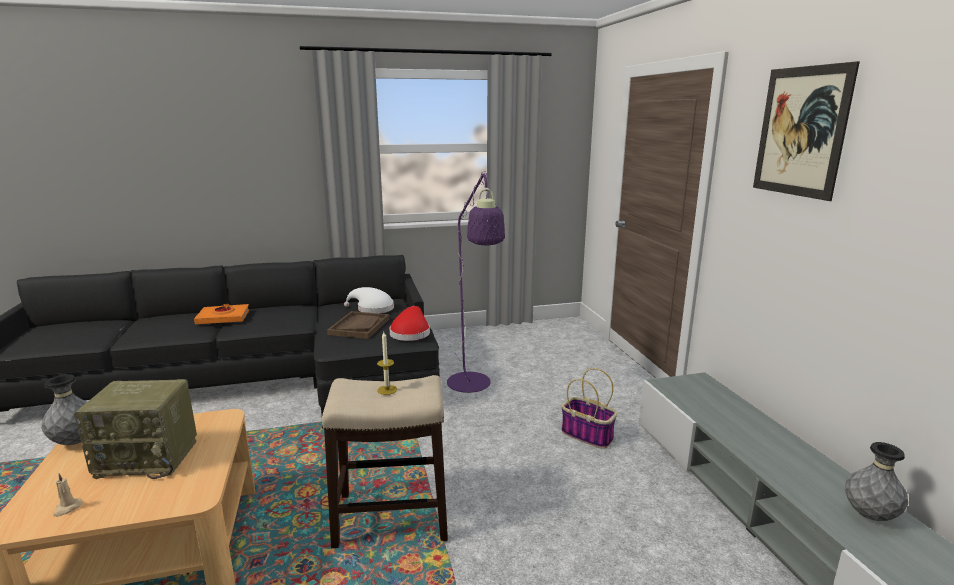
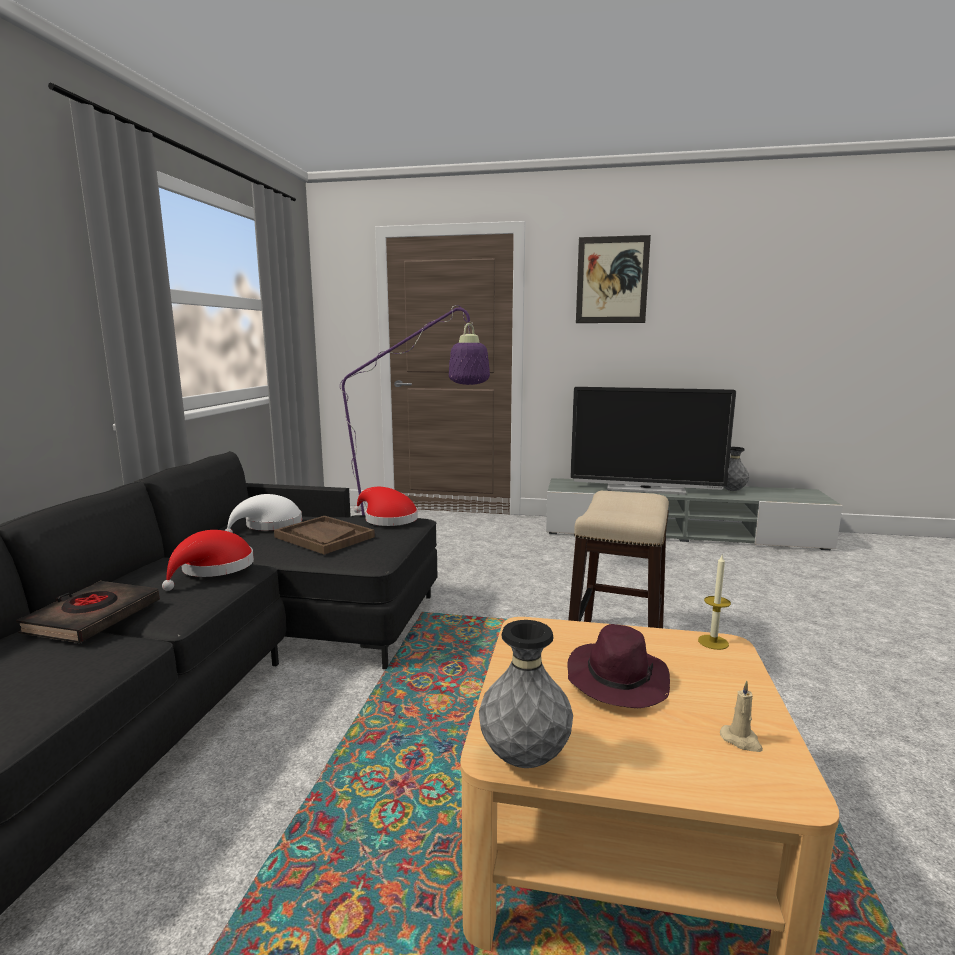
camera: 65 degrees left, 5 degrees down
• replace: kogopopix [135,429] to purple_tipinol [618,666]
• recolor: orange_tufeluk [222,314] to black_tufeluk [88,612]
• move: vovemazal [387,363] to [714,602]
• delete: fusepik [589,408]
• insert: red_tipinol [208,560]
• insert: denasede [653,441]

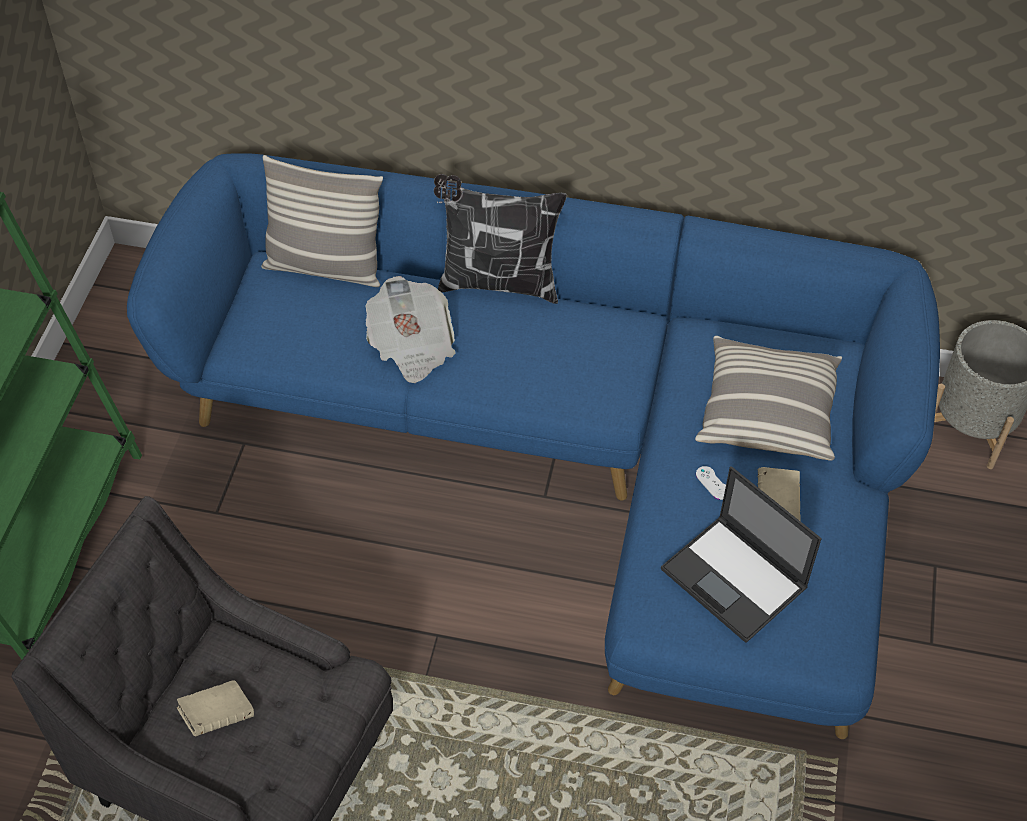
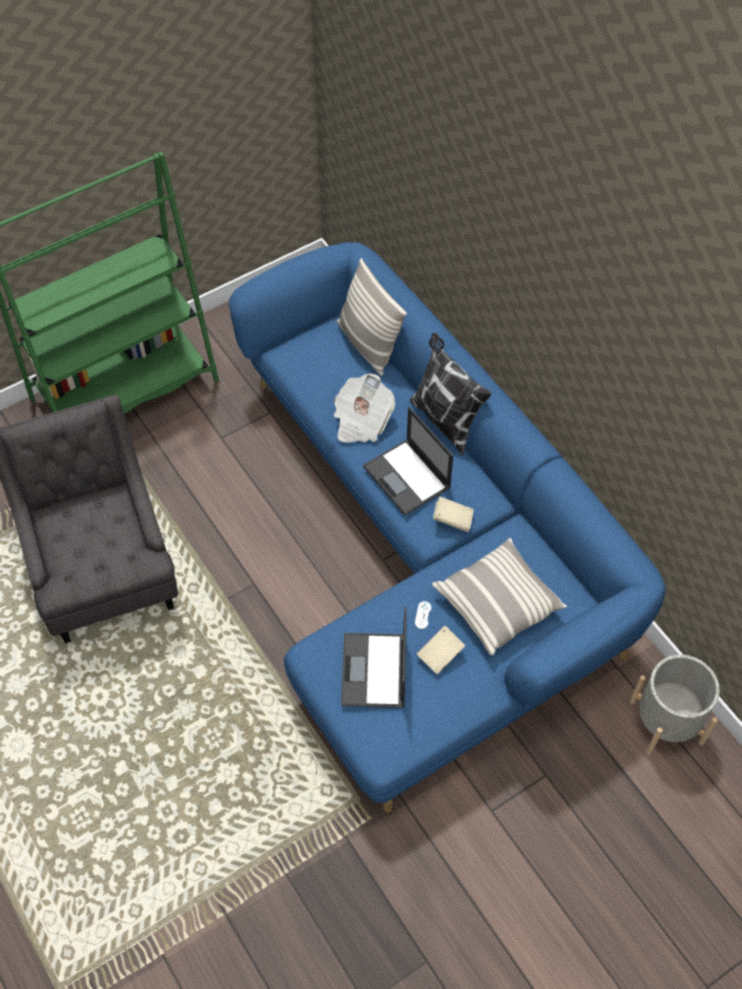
camera: 45 degrees right, 5 degrees up
• move: beige_tufeluk [215,708] to [453,514]
• insert: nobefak [408,461]

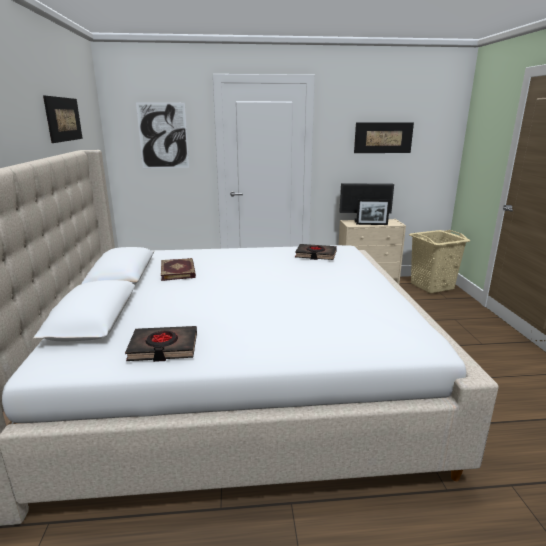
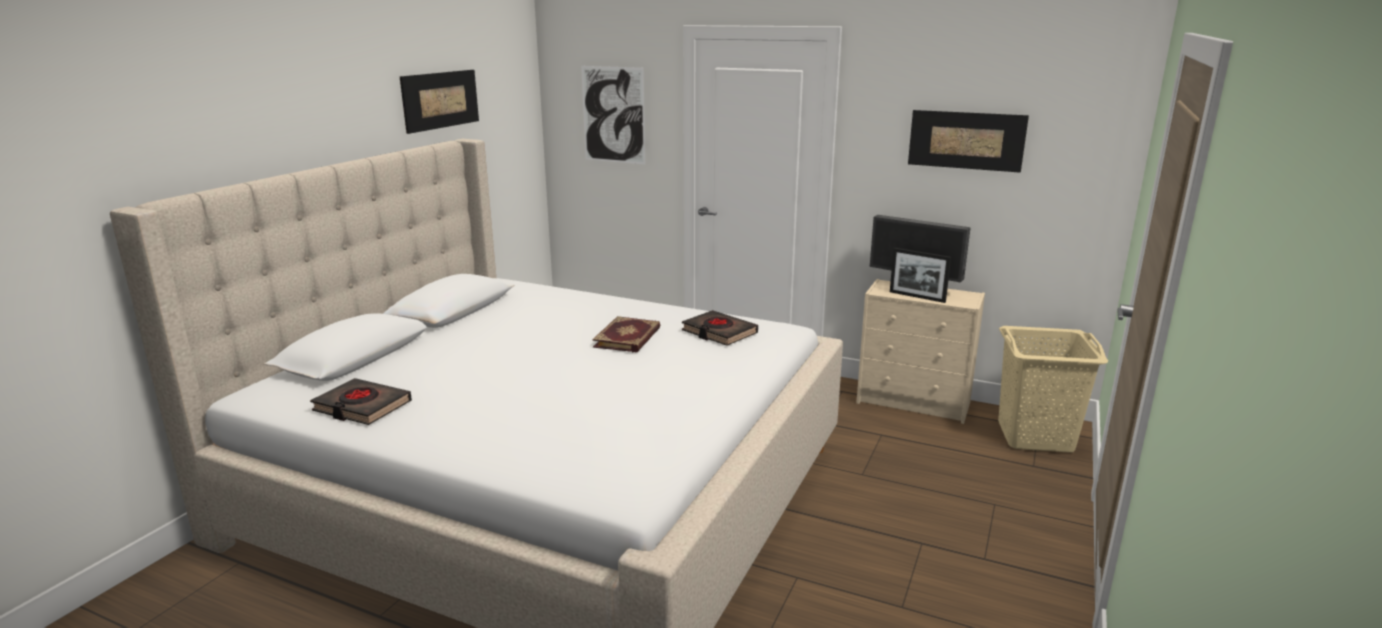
camera: 30 degrees right, 0 degrees up
• move: tufeluk [178,269] to [626,334]

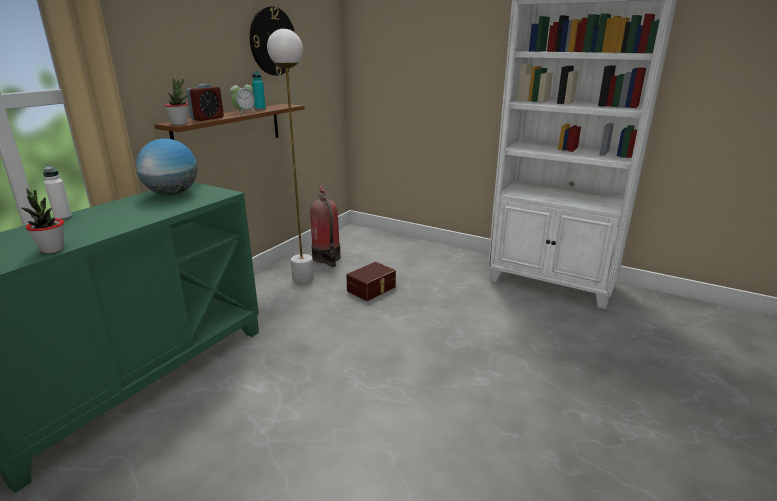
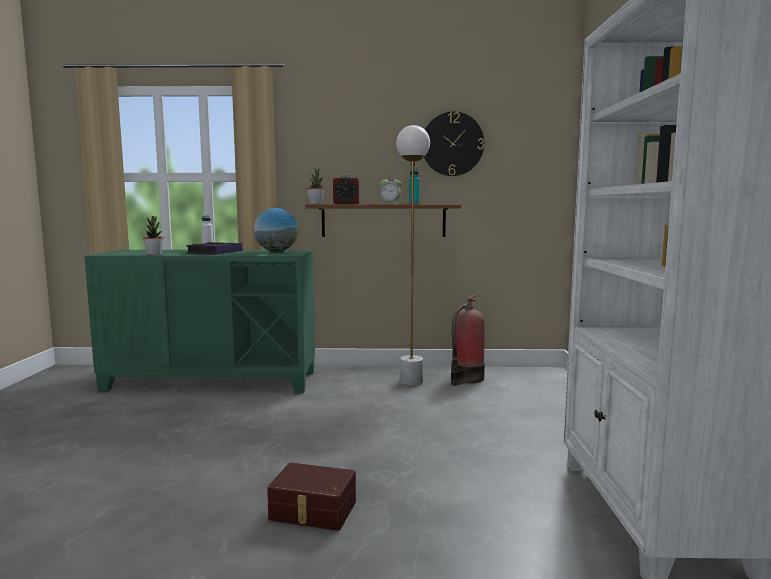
camera: 60 degrees right, 15 degrees down
• move: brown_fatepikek [371,281] to [311,496]
• insert: tufeluk [214,248]

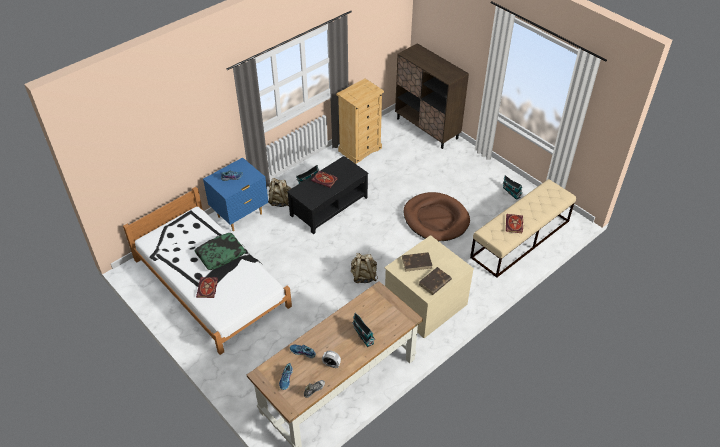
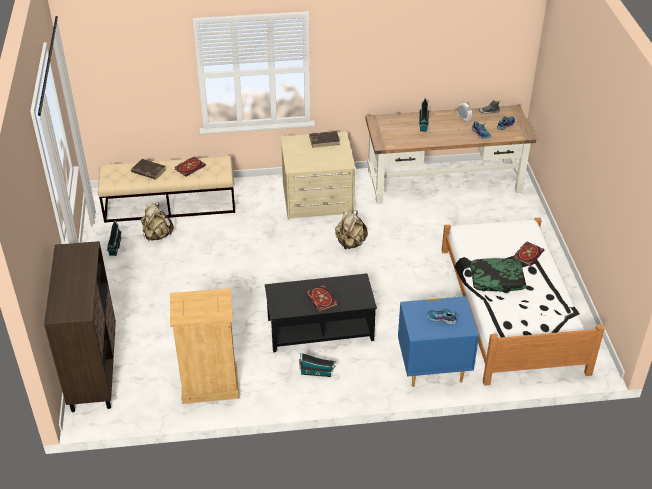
camera: 145 degrees left, 5 degrees down
• move: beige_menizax [280,192] to [157,221]
• move: brown_tufeluk [417,262] to [148,169]
• delete: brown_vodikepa [437,216]

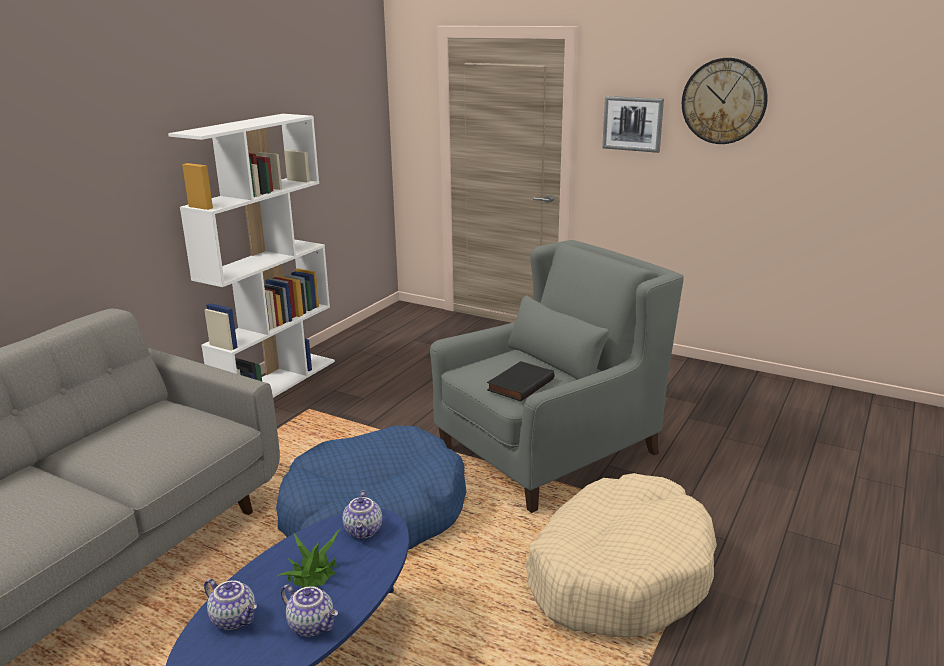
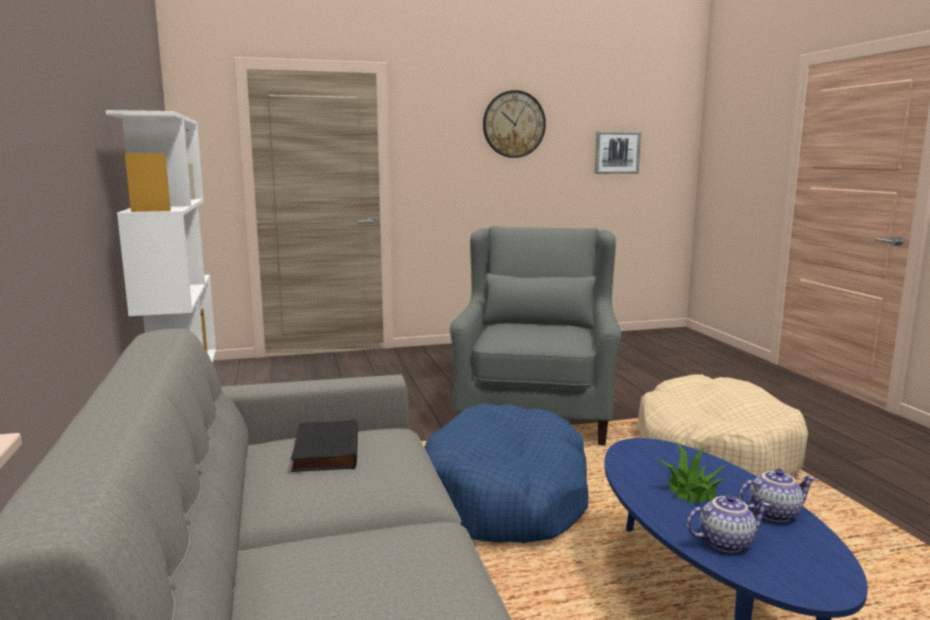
camera: 45 degrees left, 10 degrees down
• delete: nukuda [362,514]
• move: black_tufeluk [520,381] to [324,445]
• move: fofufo [633,124] to [618,152]

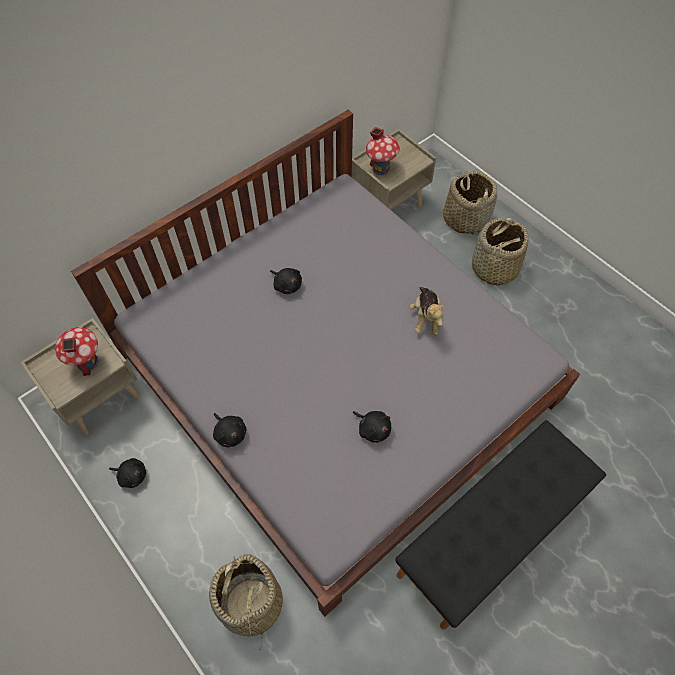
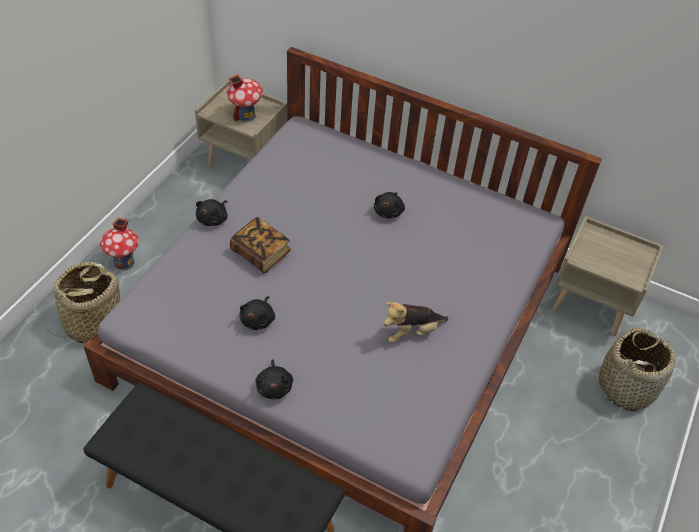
camera: 65 degrees right, 10 degrees down
• move: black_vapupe [127,473] to [274,379]
• move: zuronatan [383,150] to [119,244]
• delete: fusepik [500,251]
• insert: tufeluk [260,245]

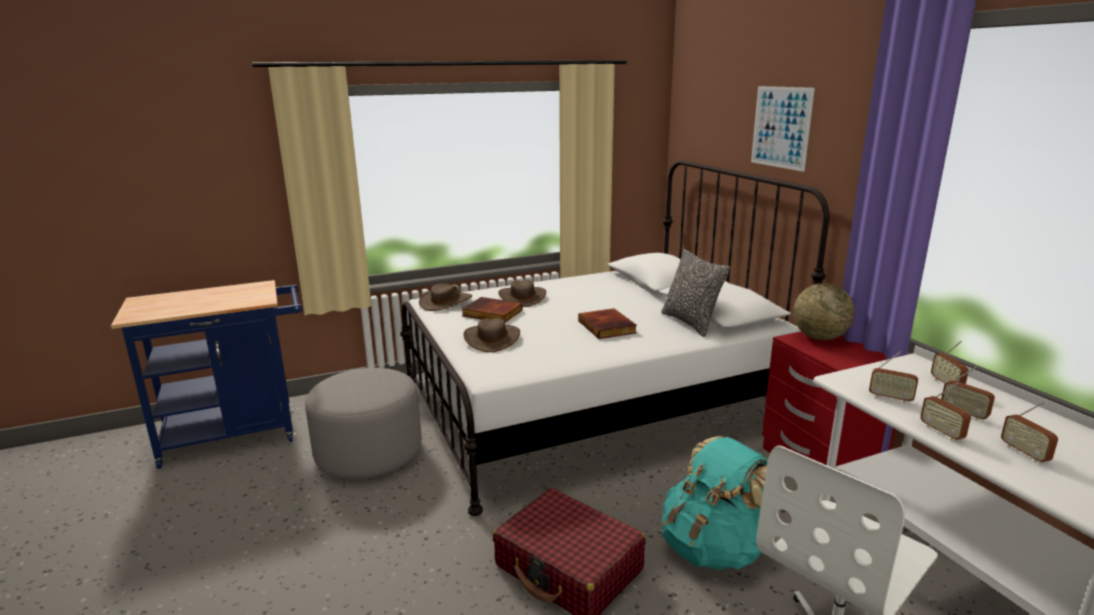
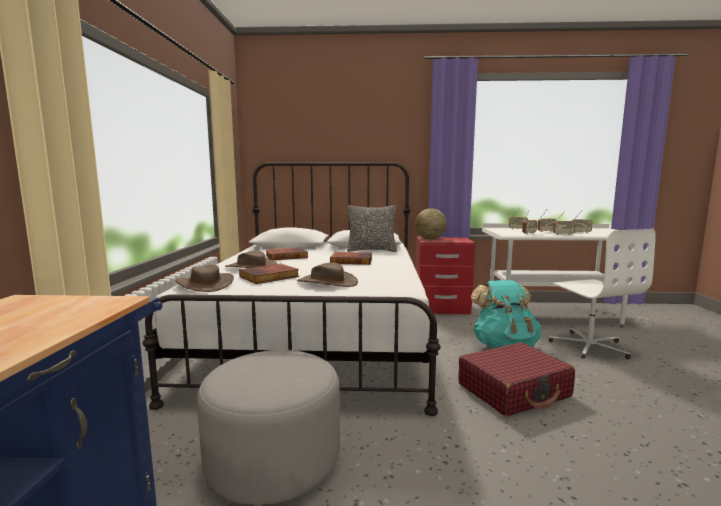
camera: 65 degrees left, 10 degrees down
• delete: fofufo [783,129]
• insert: tufeluk [287,253]

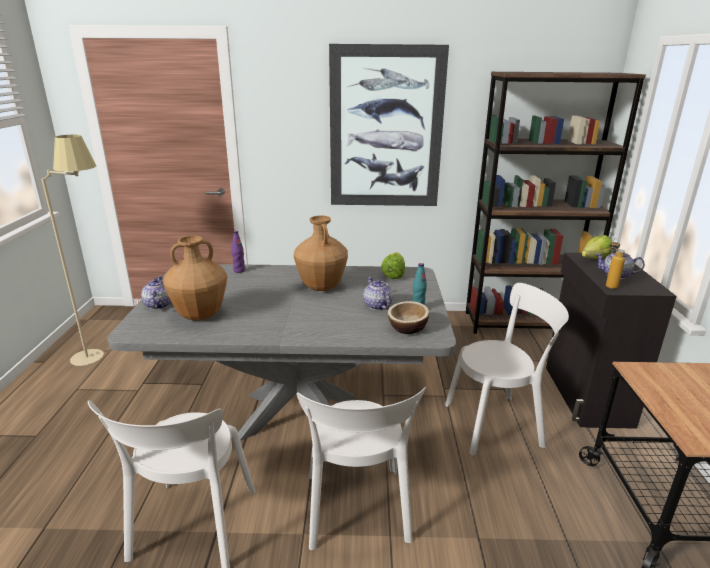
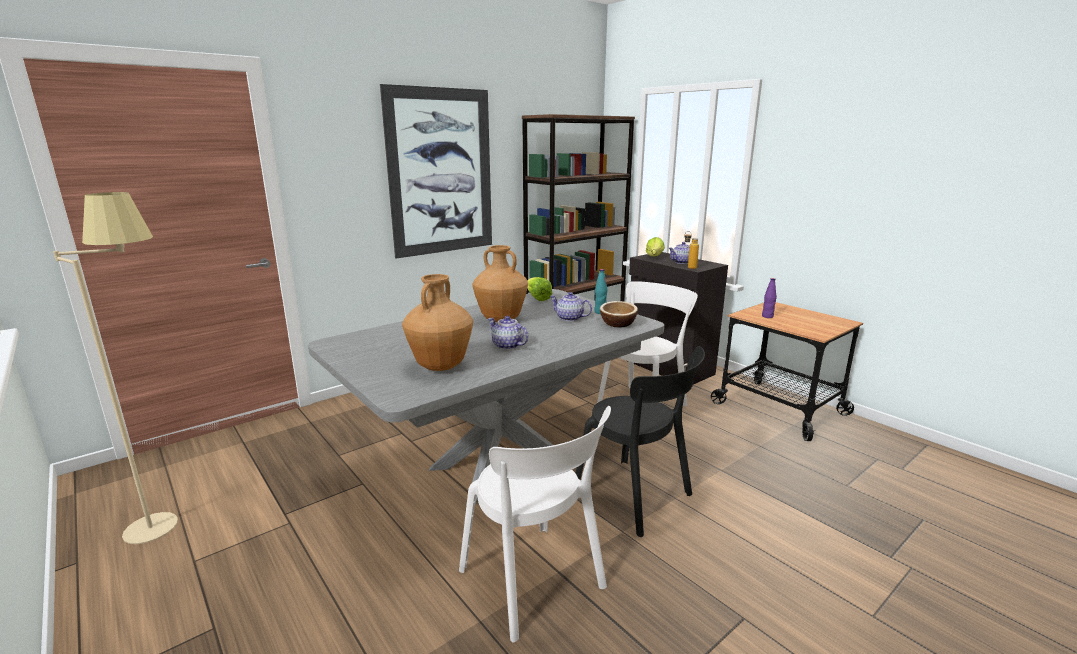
camera: 40 degrees left, 5 degrees down
• move: nukuda [156,292] to [508,333]
• move: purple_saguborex [238,252] to [769,298]
• recolor: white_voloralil [361,468] to black_voloralil [640,441]

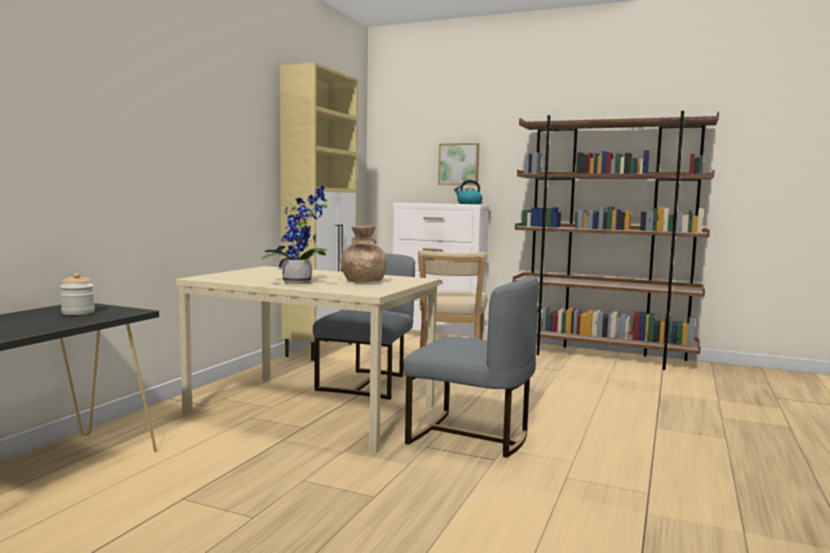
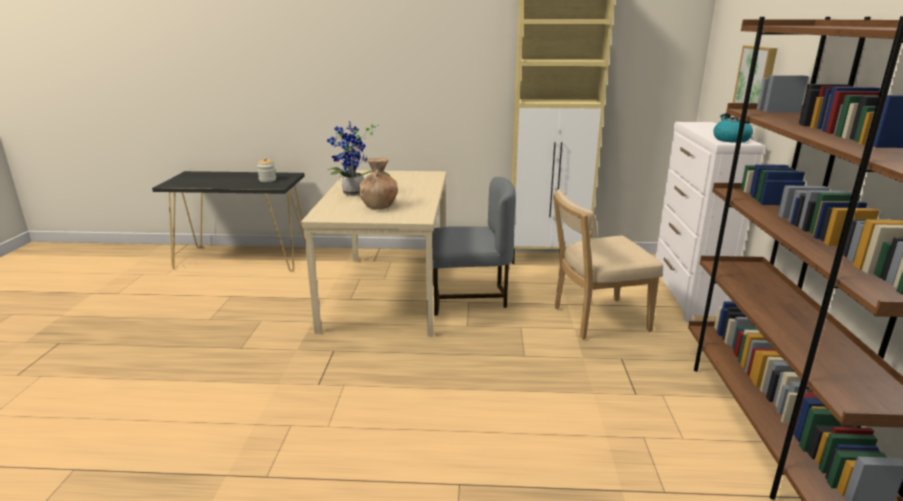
camera: 70 degrees right, 15 degrees up
• delete: grey_voloralil [471,367]

